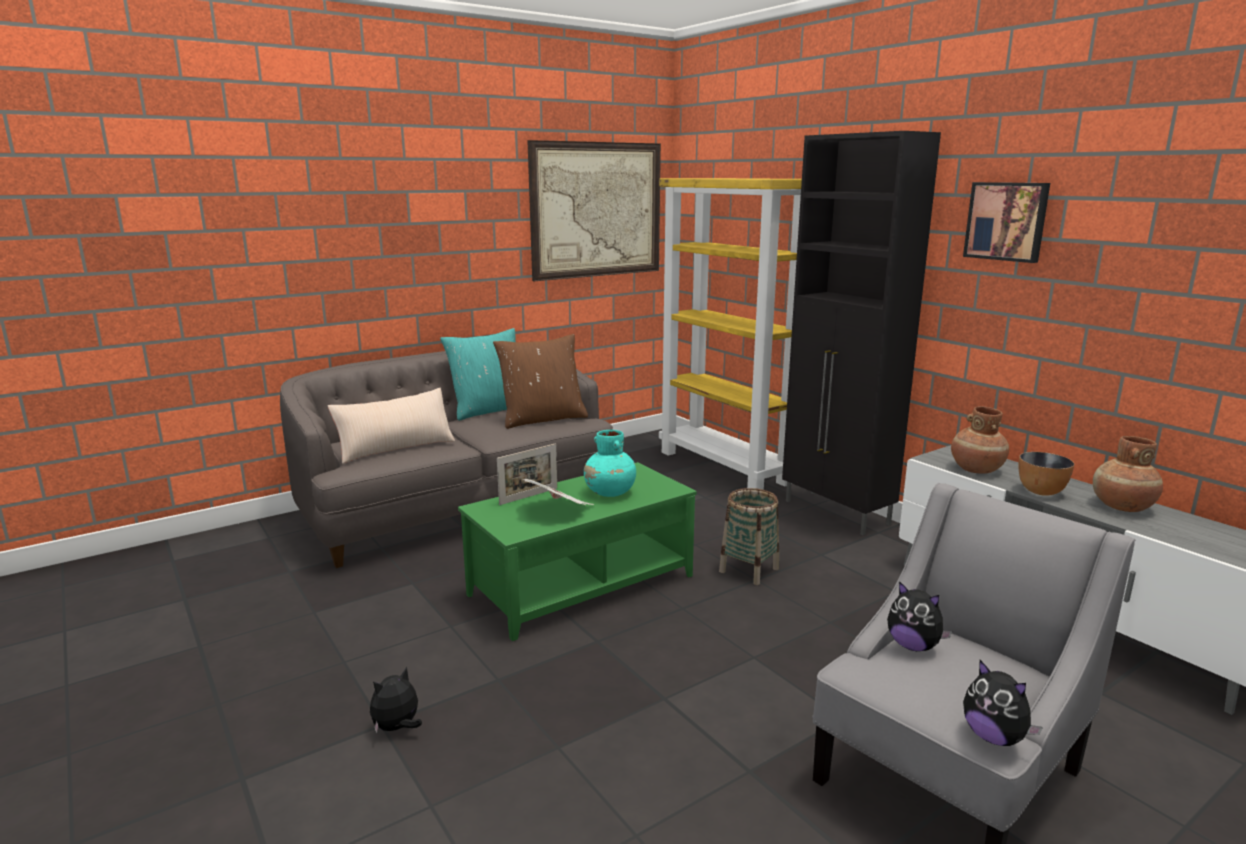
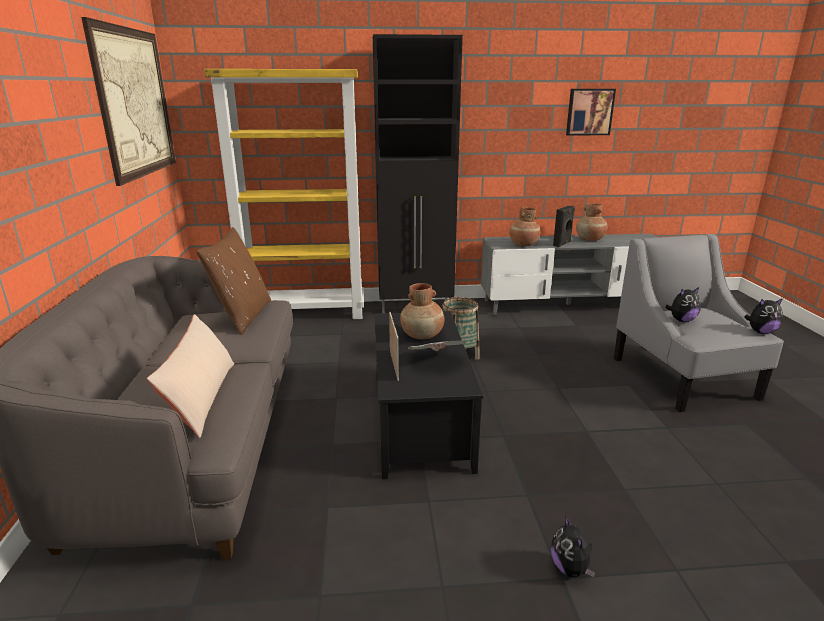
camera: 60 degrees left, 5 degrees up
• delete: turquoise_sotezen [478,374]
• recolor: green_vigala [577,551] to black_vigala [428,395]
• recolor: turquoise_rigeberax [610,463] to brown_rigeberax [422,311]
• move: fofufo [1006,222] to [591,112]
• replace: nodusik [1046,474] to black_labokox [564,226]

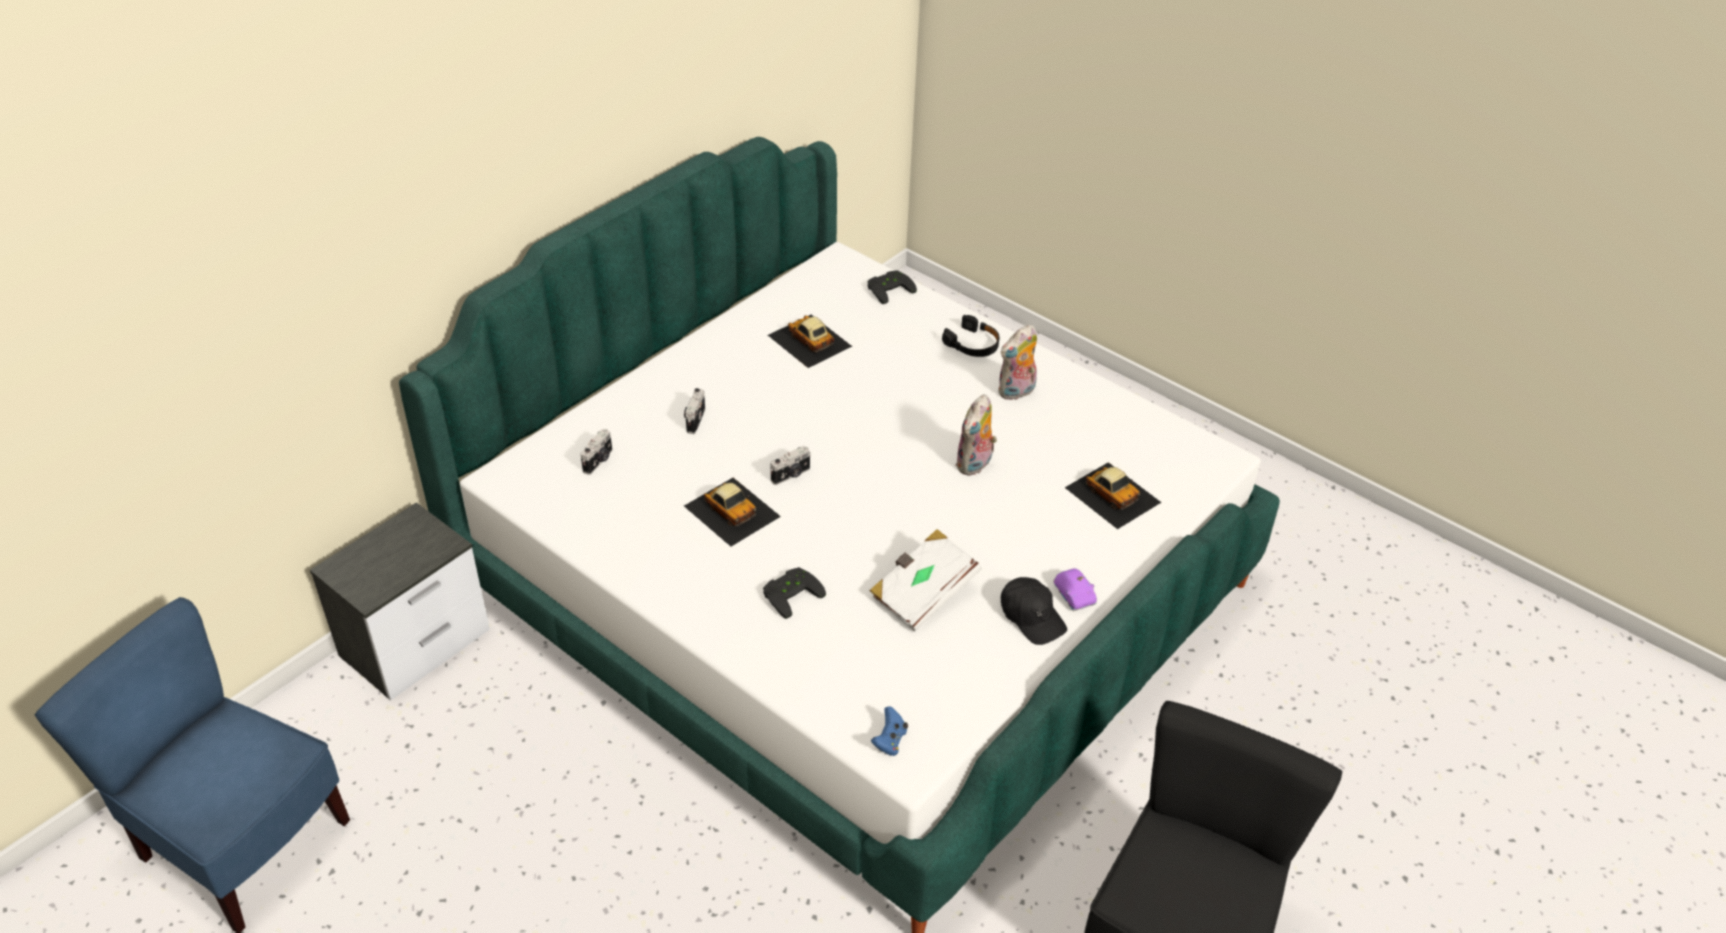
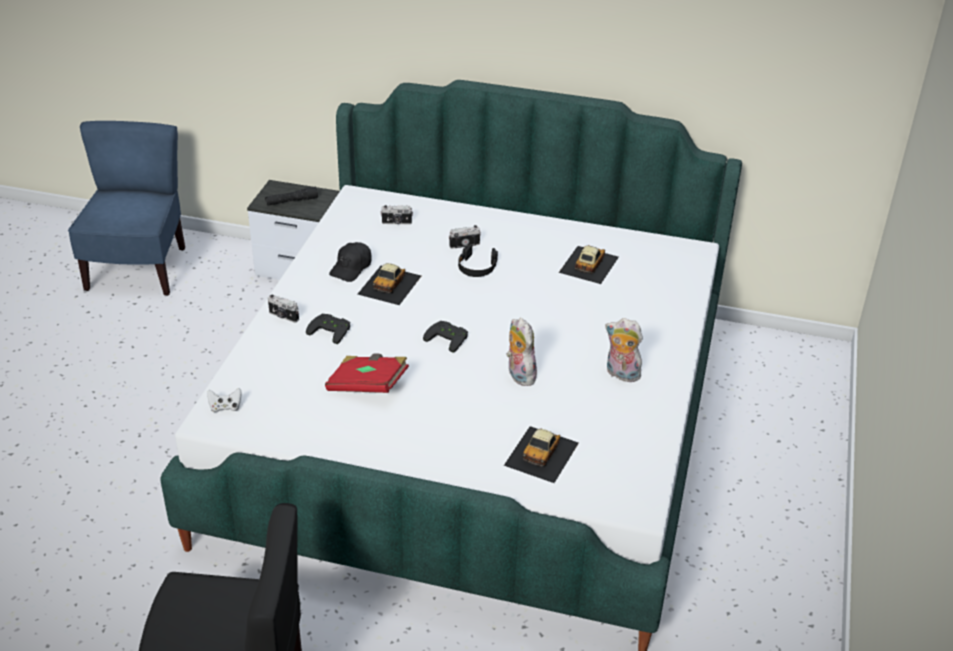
camera: 65 degrees right, 5 degrees down
• move: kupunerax [790,465] to [283,309]
• move: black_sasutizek [892,287] to [445,337]
• recolor: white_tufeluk [925,580] to red_tufeluk [367,373]
• recolor: blue_sasutizek [889,731] to white_sasutizek [224,400]
• move: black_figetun [970,336] to [478,260]
• rotate: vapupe [976,435] = [522,352] 60 degrees clockwise
• move: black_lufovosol [1034,611] to [350,262]
• delete: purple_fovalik [1075,589]
• insert: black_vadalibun [291,196]

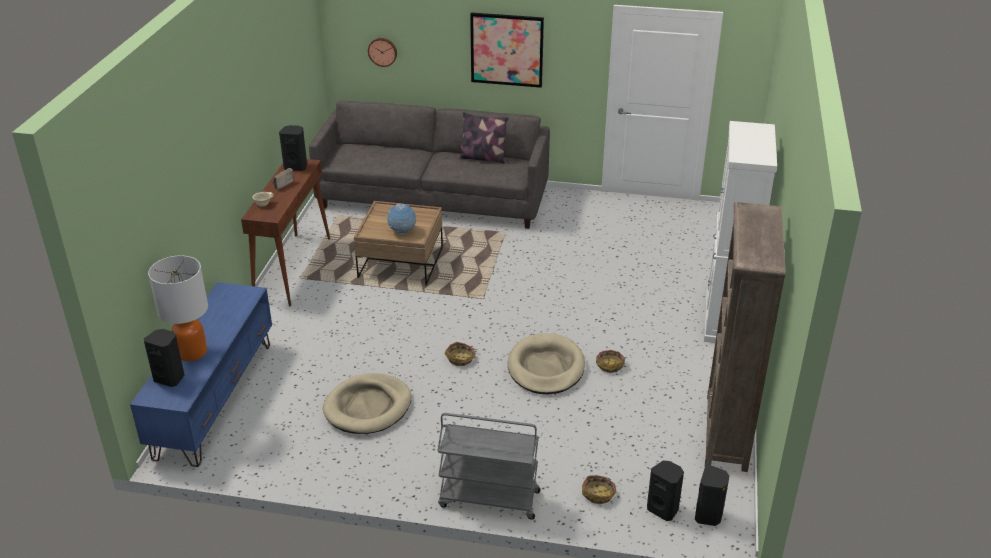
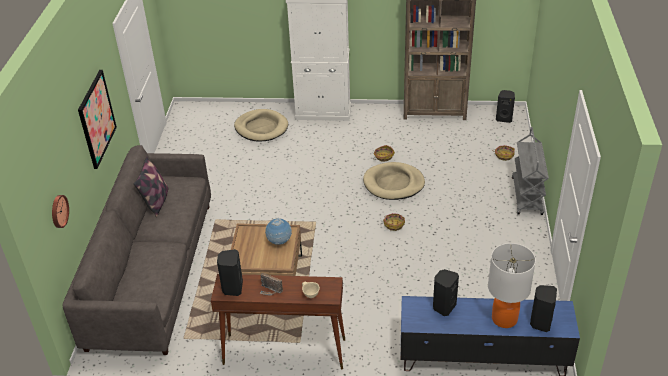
camera: 95 degrees left, 5 degrees up
• move: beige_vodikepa [367,403] to [261,125]
• move: black_labokox [665,491] to [446,292]

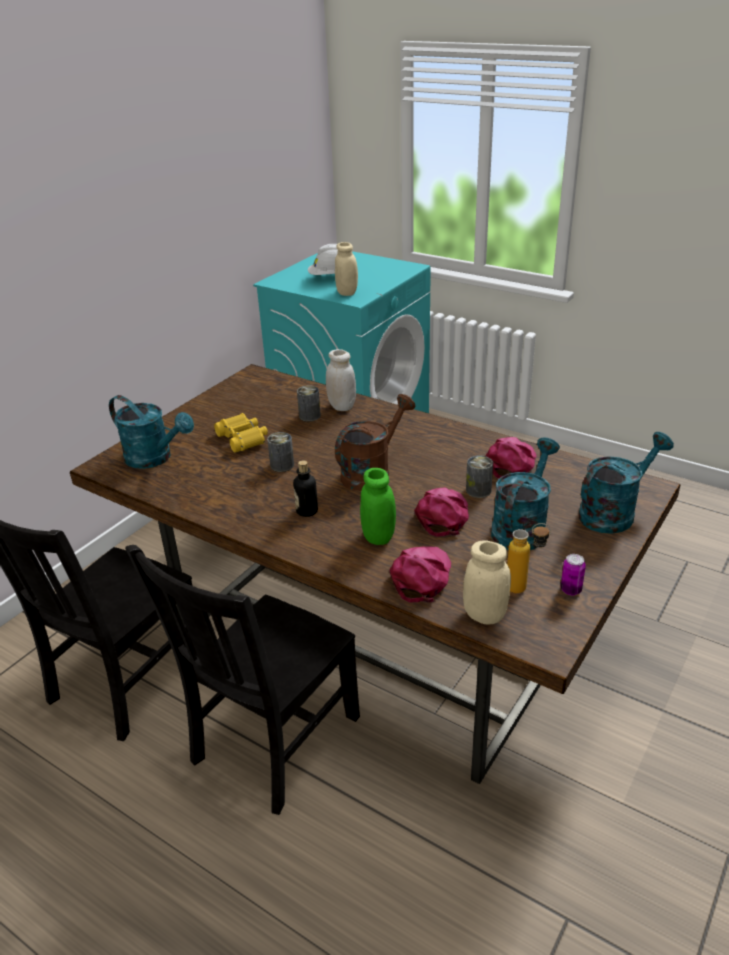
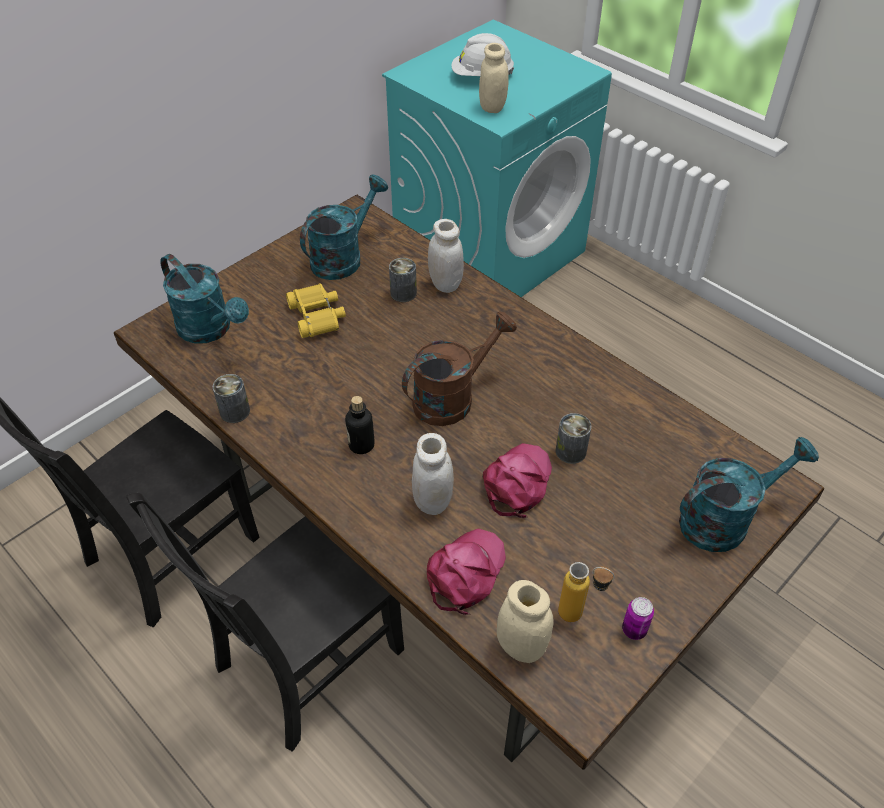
camera: 10 degrees right, 15 degrees up
• move: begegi [280,452] to [231,398]
• recolor: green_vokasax [378,506] to white_vokasax [433,474]
• delete: pink_lufovosol [511,457]
• move: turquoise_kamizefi [525,494] to [344,227]

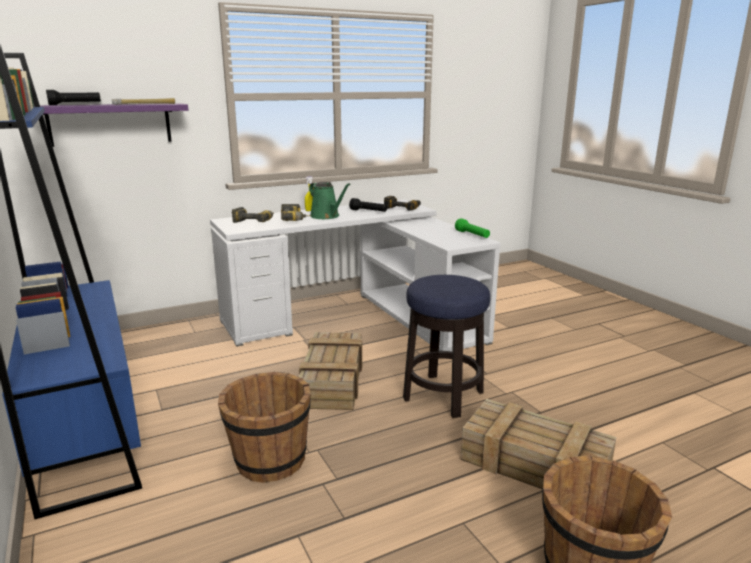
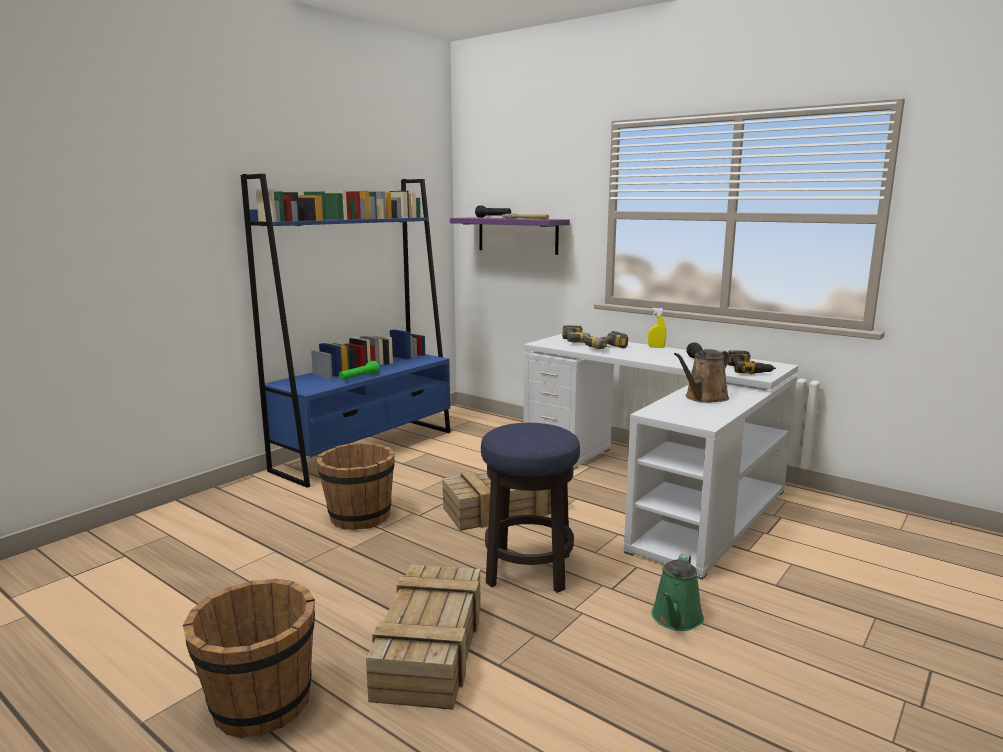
camera: 65 degrees right, 5 degrees down
• move: green_kamizefi [329,200] to [677,592]
• move: green_vadalibun [472,228] to [359,370]
• insert: brown_kamizefi [701,376]

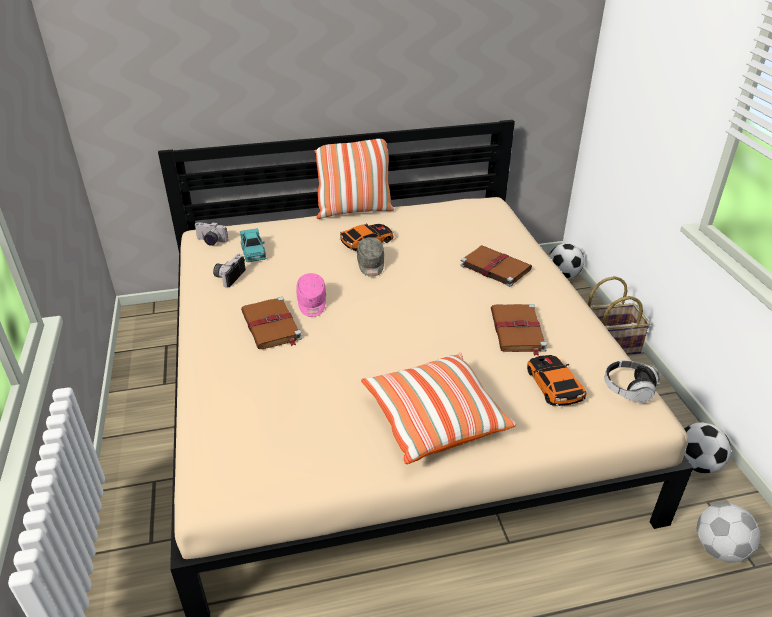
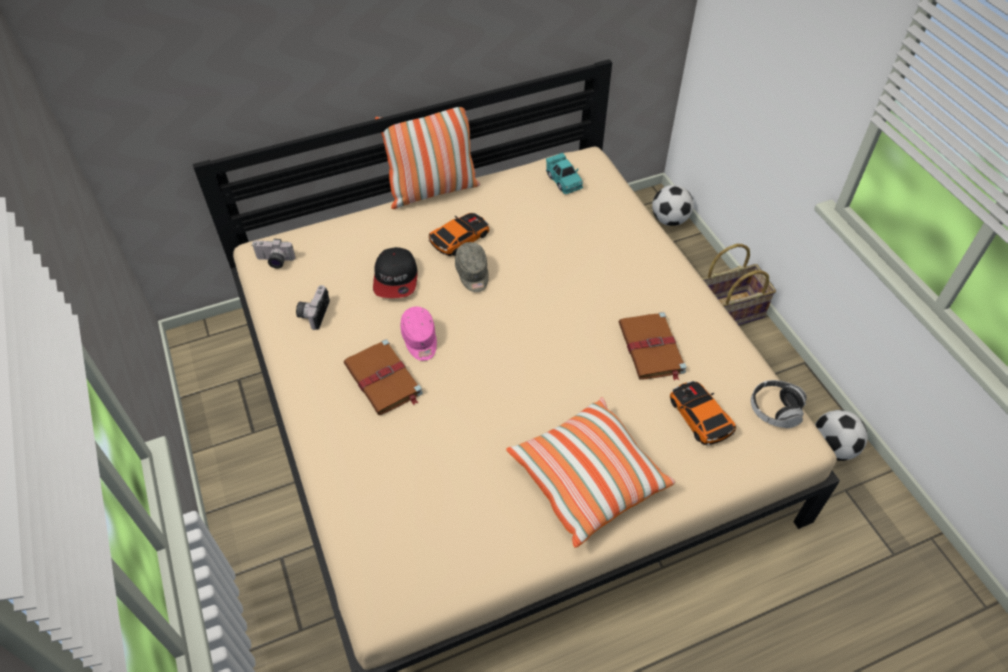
camera: 10 degrees left, 15 degrees up
• move: turquoise_fovalik [253,245] to [564,173]
• delete: brown_tufeluk [496,266]
• delete: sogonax [729,532]
• insert: lufovosol [395,272]

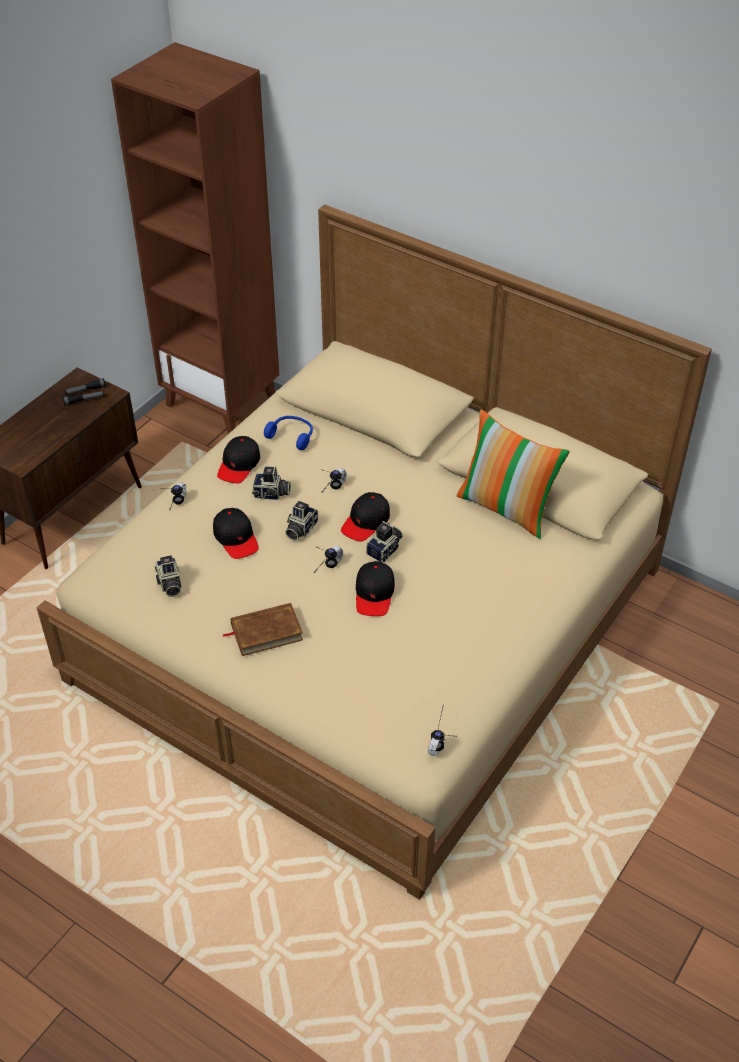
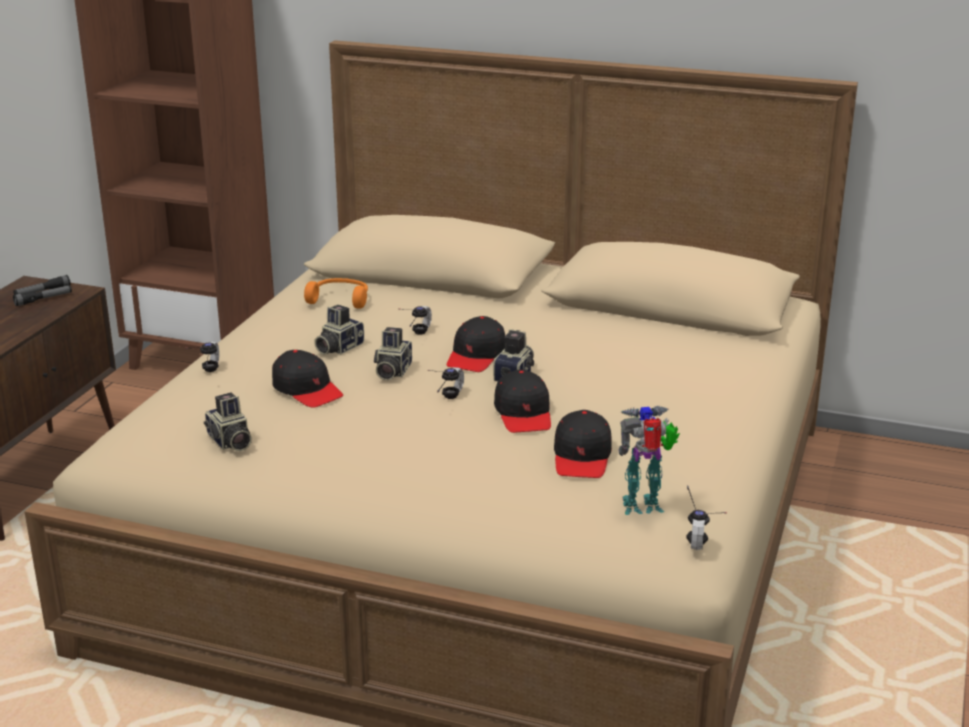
camera: 15 degrees left, 20 degrees down
• move: black_lufovosol [238,459] to [583,444]
• delete: brown_tufeluk [263,629]
• rotate: kupunerax [271,483] = [339,330] 135 degrees clockwise
• recolor: blue_figetun [288,433] to orange_figetun [336,293]
• delete: sotezen [513,474]
• insert: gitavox [649,460]

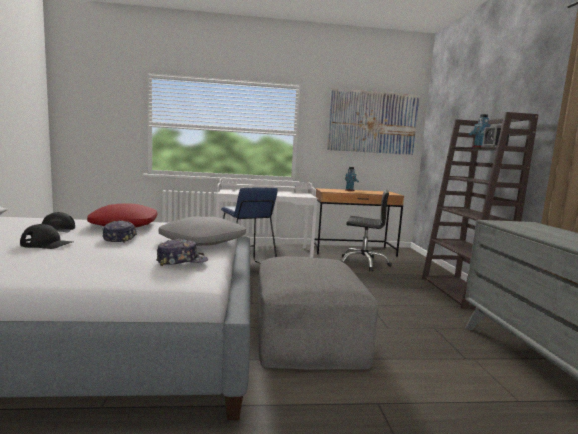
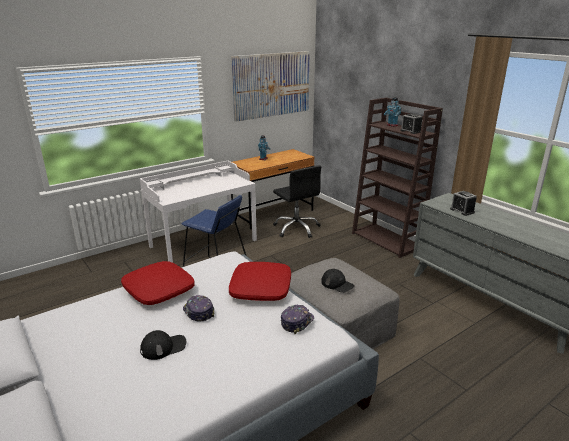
camera: 30 degrees left, 15 degrees up
• move: black_lufovosol [58,222] to [338,281]
• recolor: grey_sotezen [202,231] to red_sotezen [260,281]
• rotate: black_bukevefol [367,230] = [297,201] 75 degrees clockwise
• insert: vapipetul [463,203]

